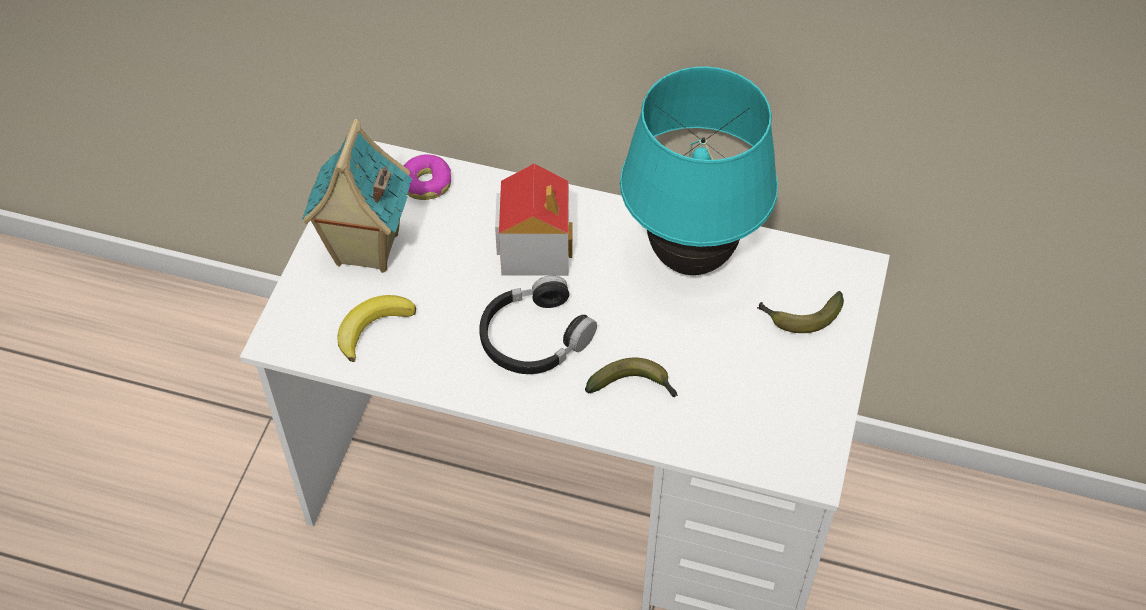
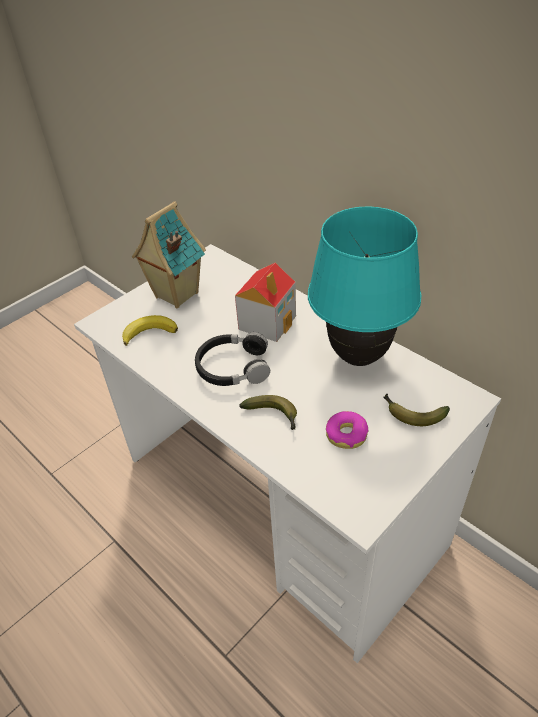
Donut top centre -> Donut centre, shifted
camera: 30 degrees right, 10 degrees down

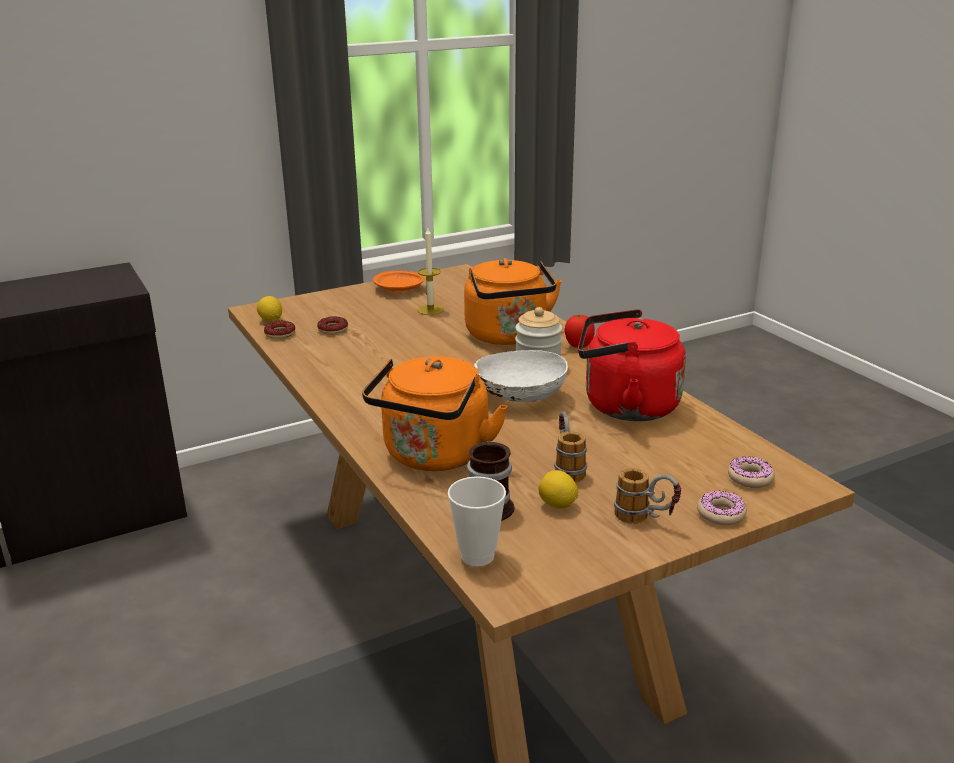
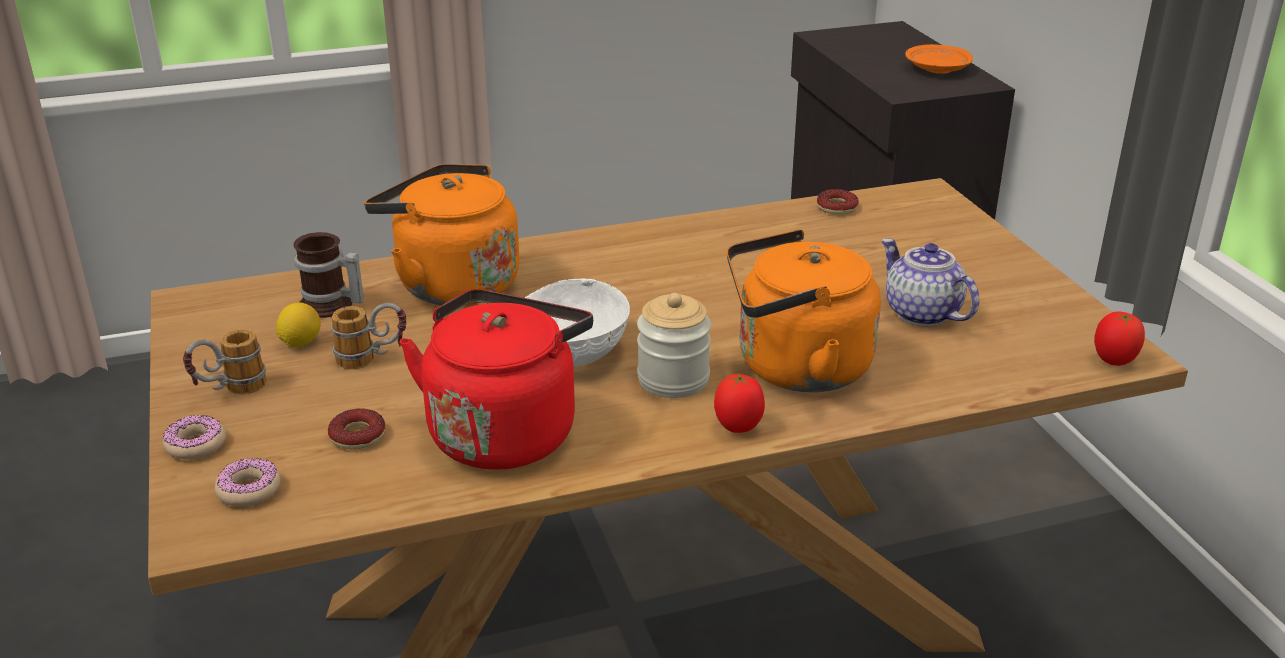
Donut (no. 2 from left in the first image) centre -> Donut (no. 3 from left) middle left, shifted
Kerze centre -> Teekanne middle right
Teller [orange] centre -> Teller [orange] top right, shifted
none -> Tomate (no. 2 from left) middle right
Zitrone (no. 1 from left) middle left -> none
Tasse bottom centre -> none
camera: 100 degrees right, 5 degrees up

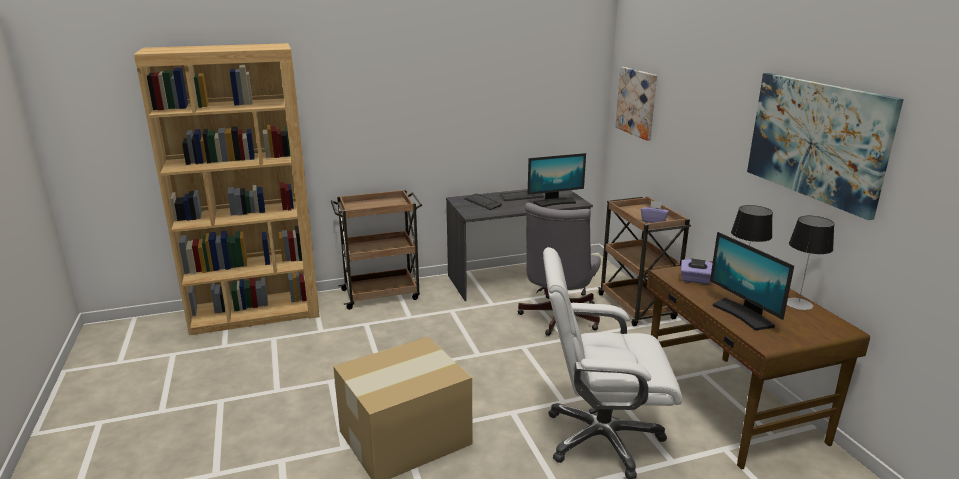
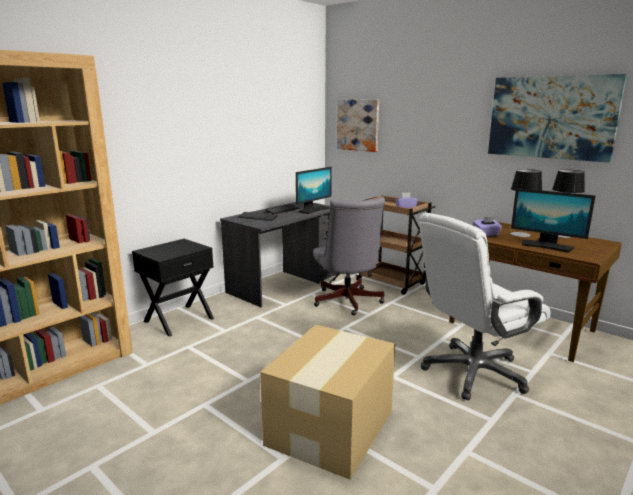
Rollwagen [braun] (no. 1 from left) centre -> Nachttisch [schwarz] middle left
camera: 30 degrees left, 5 degrees down

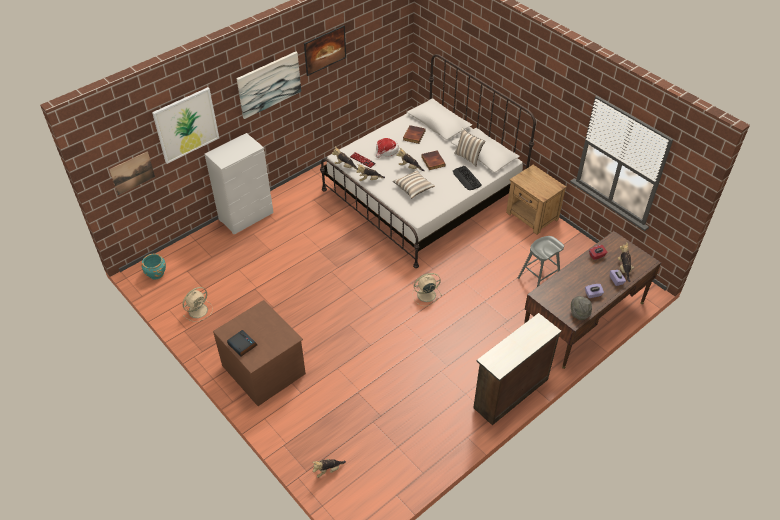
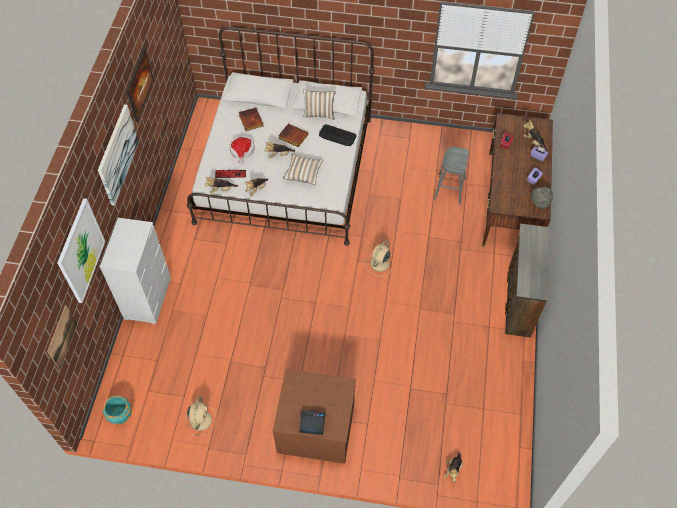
Nachttisch [braun] middle right -> none
camera: 40 degrees left, 10 degrees up

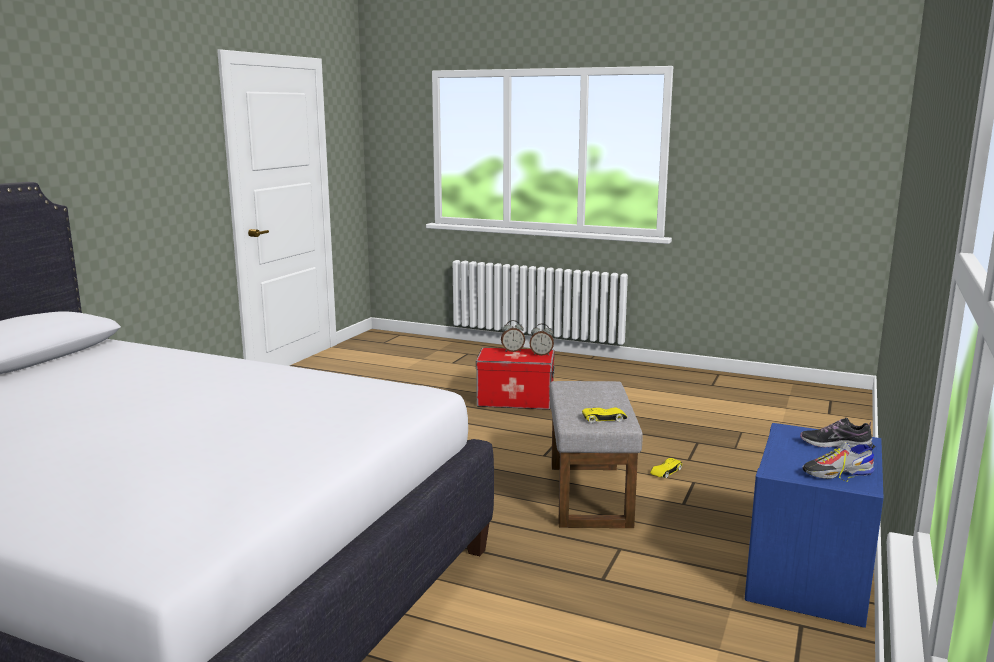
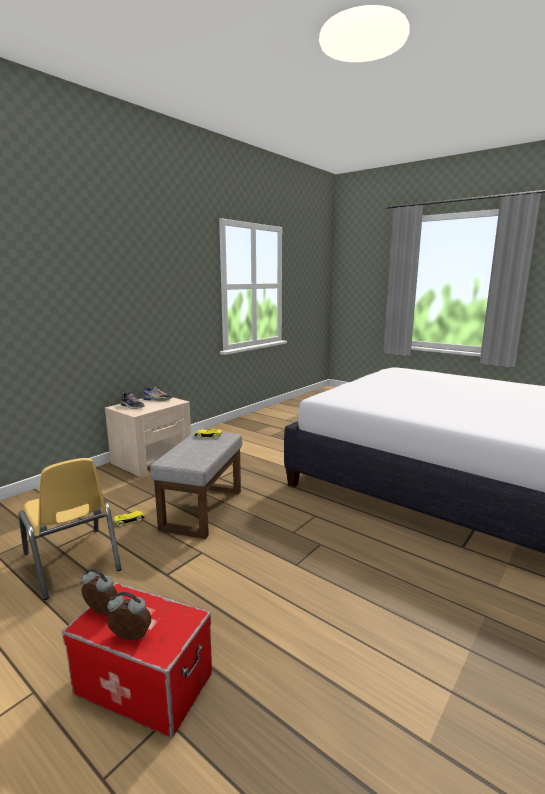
none -> Stuhl [gelb] middle left
Nachttisch [blau] bottom right -> Nachttisch [beige] middle left
camera: 165 degrees left, 0 degrees up

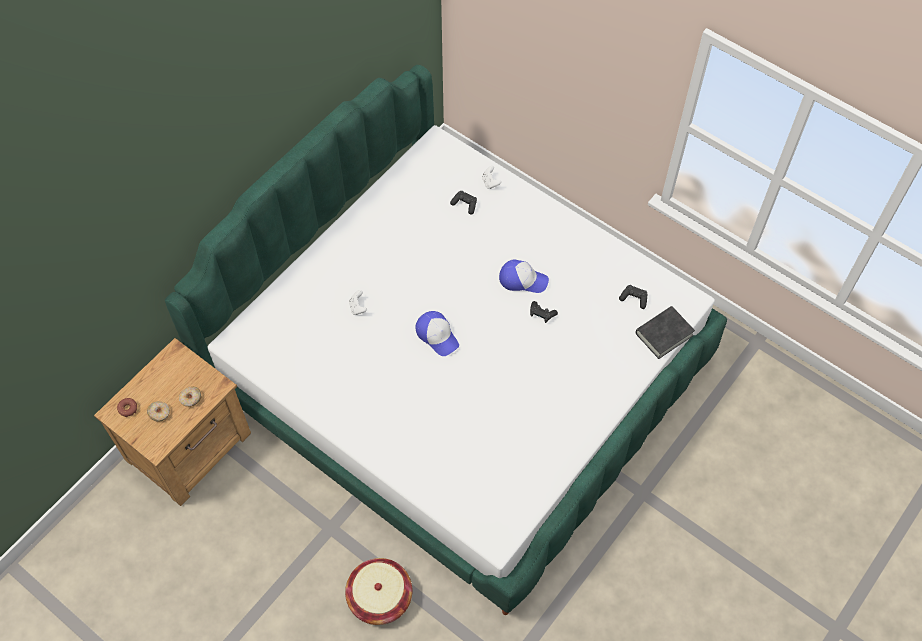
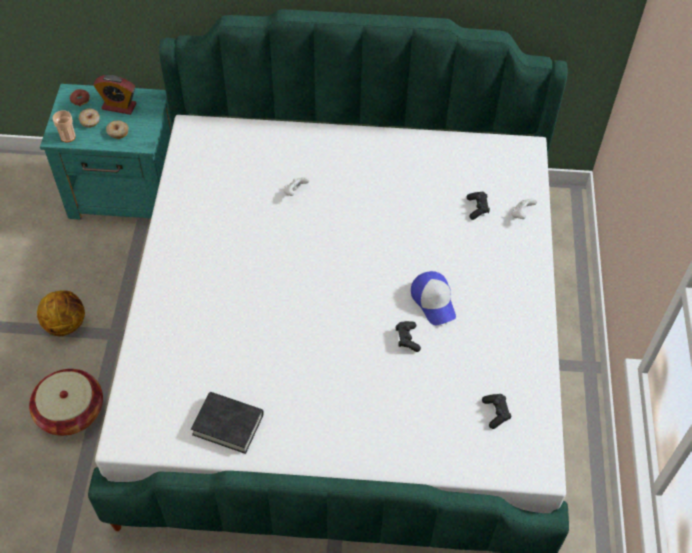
none -> Basketball middle left
Nachttisch [braun] middle left -> Nachttisch [türkis] top left
none -> Tasse top left
none -> Wecker top left
Buch [schwarz] middle right -> Buch [schwarz] bottom left, shifted
Kappe (no. 1 from left) centre -> none
camera: 55 degrees right, 5 degrees down

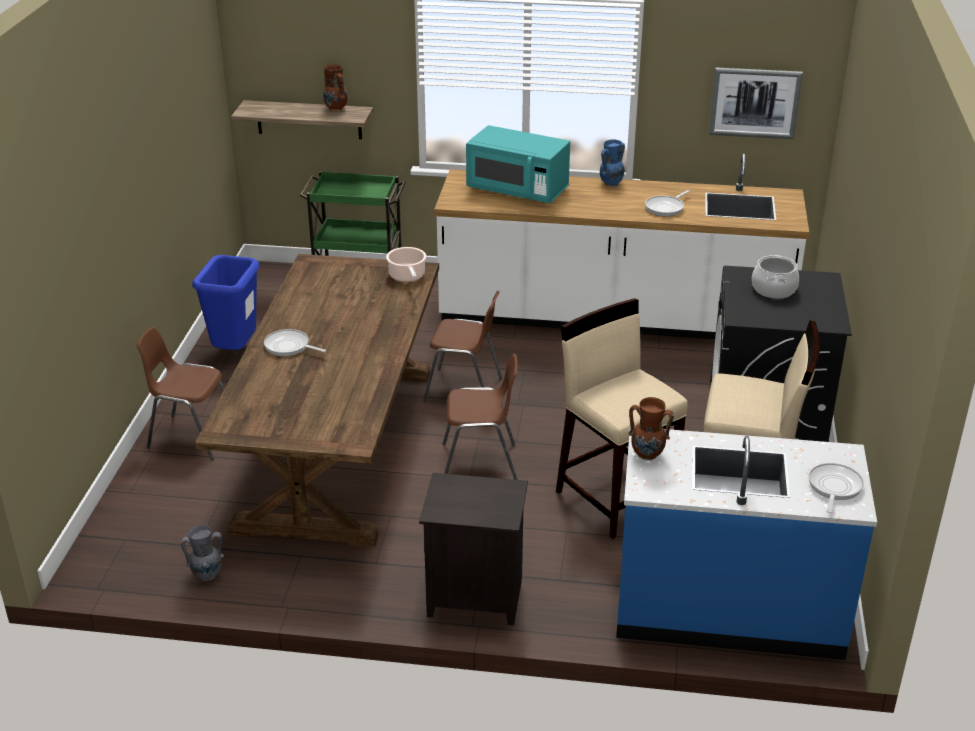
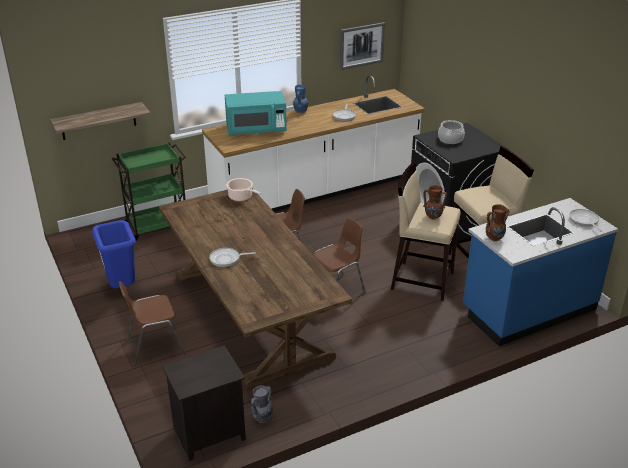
Nachttisch [schwarz] bottom centre -> Nachttisch [schwarz] bottom left, shifted
Vase [braun] (no. 1 from left) top centre -> Vase [braun] (no. 1 from left) middle right, shifted
camera: 35 degrees left, 0 degrees up

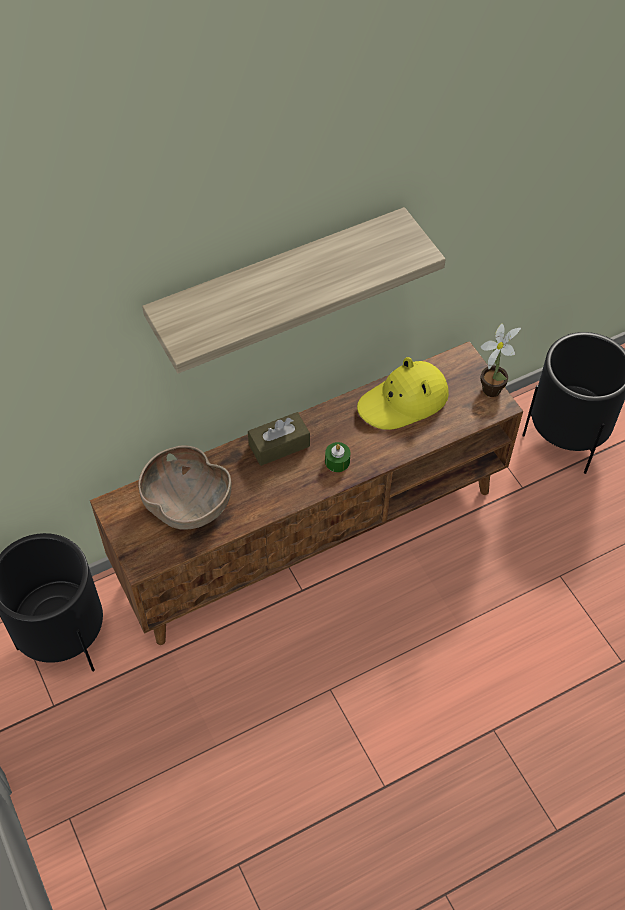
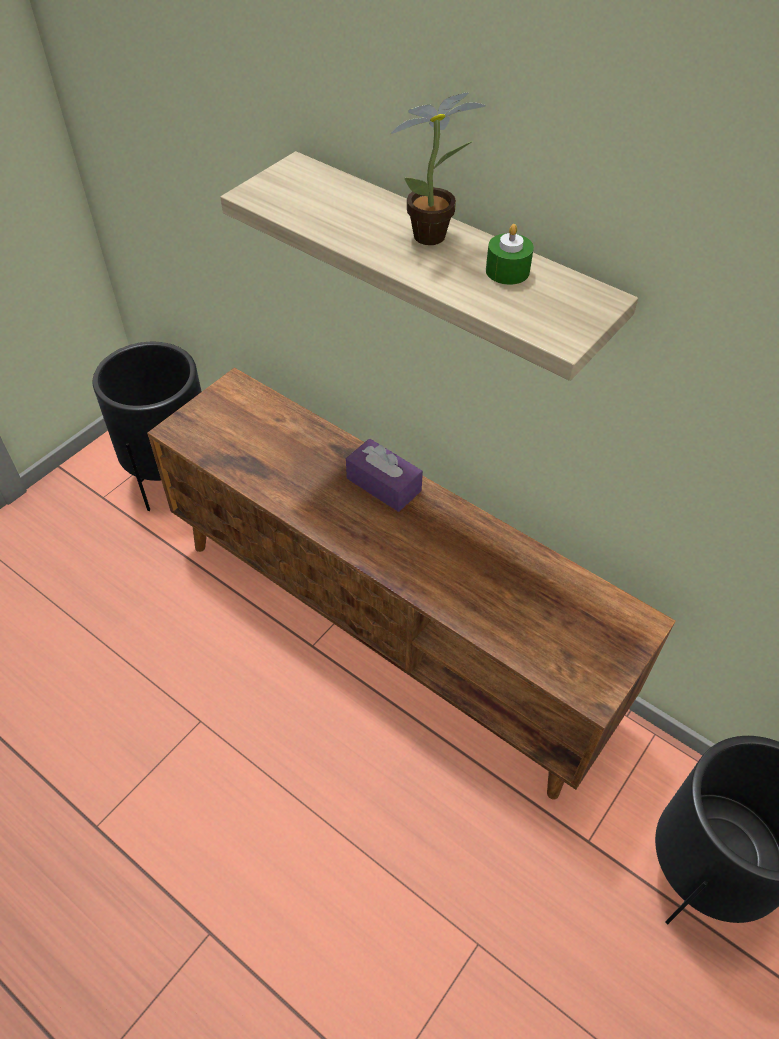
Taschentuchbox [braun] centre -> Taschentuchbox [lila] centre
Topfpflanze middle right -> Topfpflanze top centre, shifted
Kerze [grün] centre -> Kerze [grün] top centre, shifted
Schüssel [braun] middle left -> none
Hut [gelb] centre -> none
camera: 65 degrees right, 5 degrees down

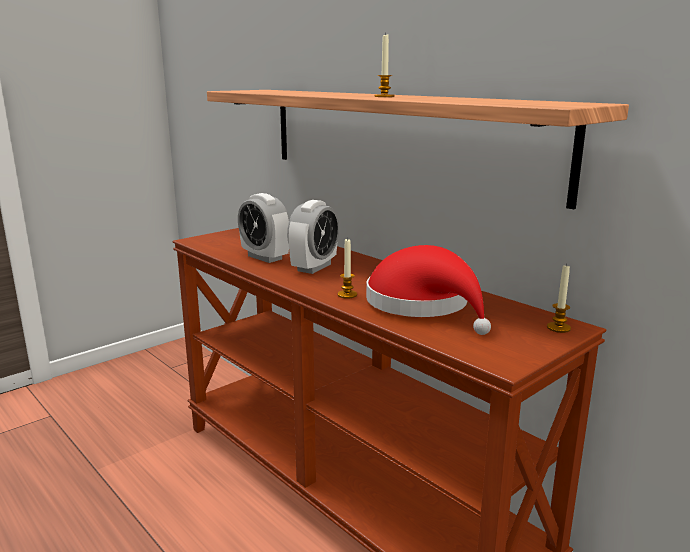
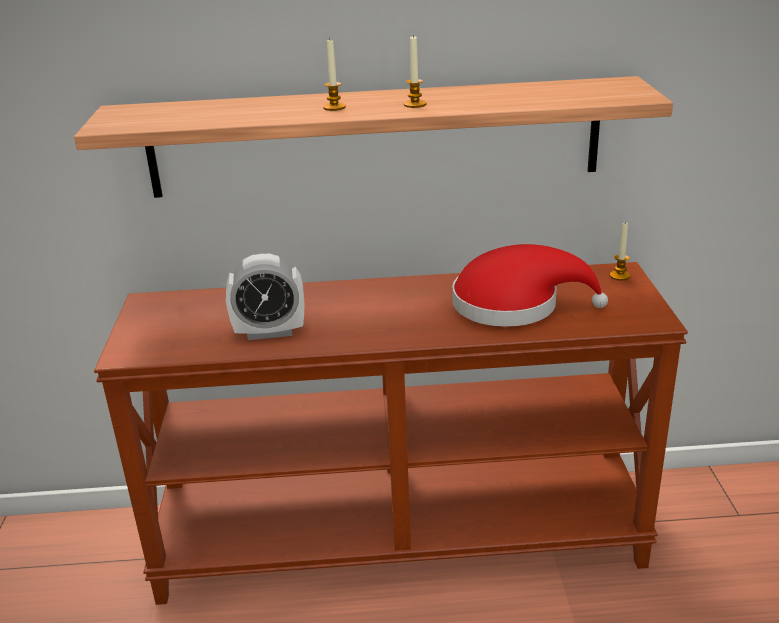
Kerze (no. 1 from left) centre -> Kerze (no. 1 from left) top centre, shifted
Wecker (no. 2 from left) centre -> none
camera: 50 degrees left, 10 degrees up

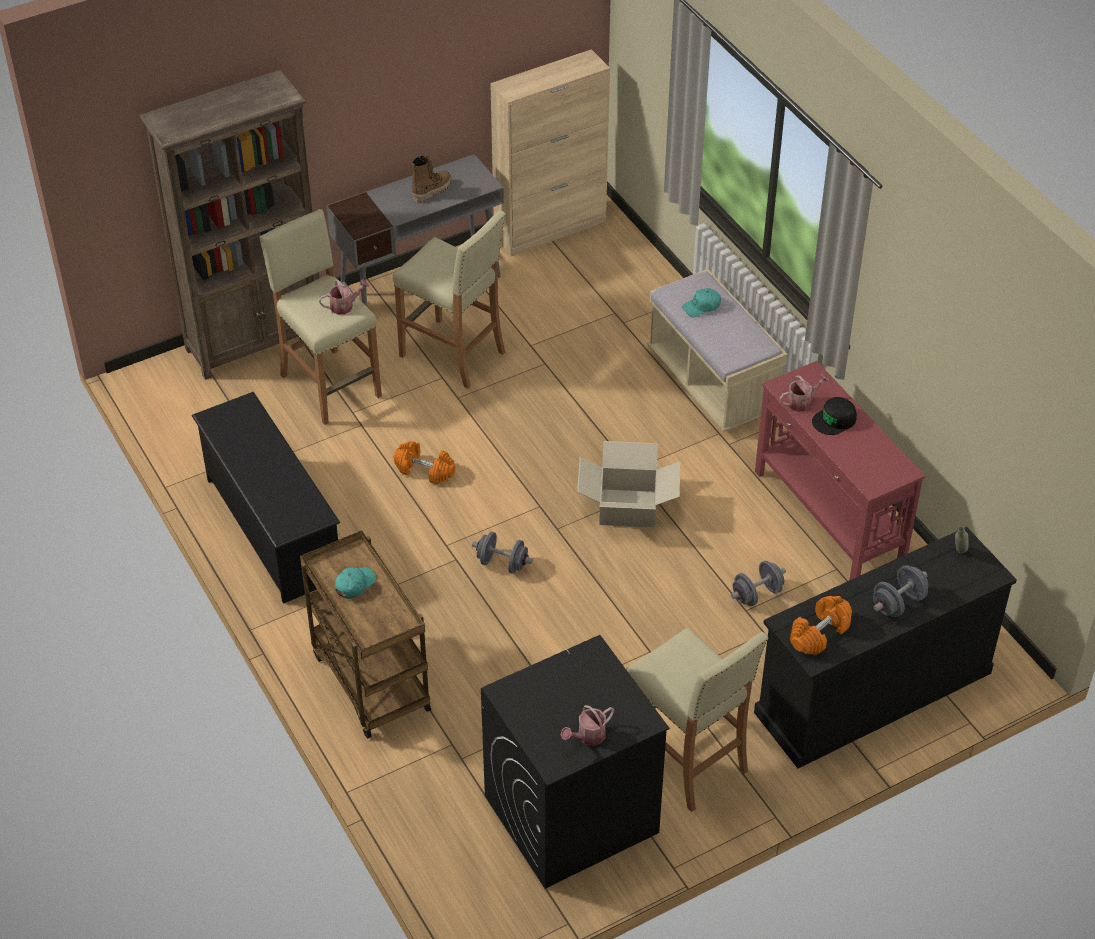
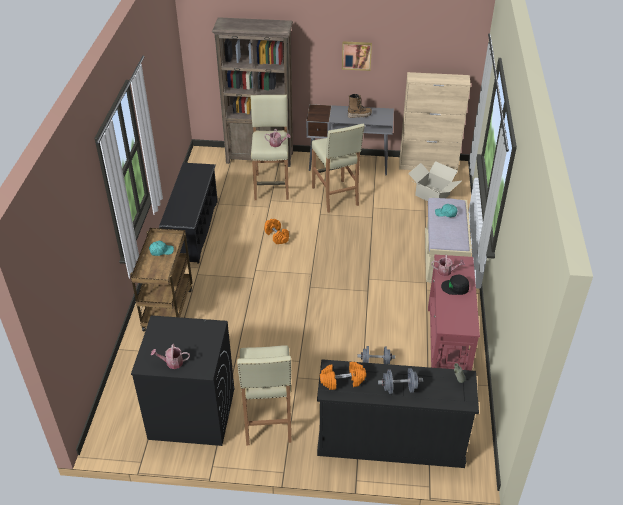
none -> Bild top centre
Karton centre -> Karton middle right, shifted
Hantel [grau] (no. 1 from left) centre -> none
camera: 35 degrees right, 5 degrees down

